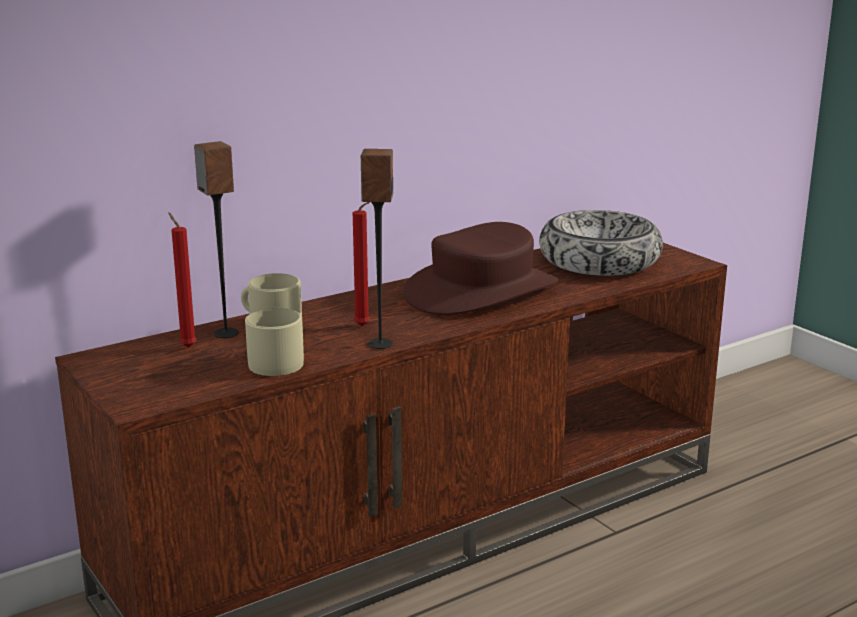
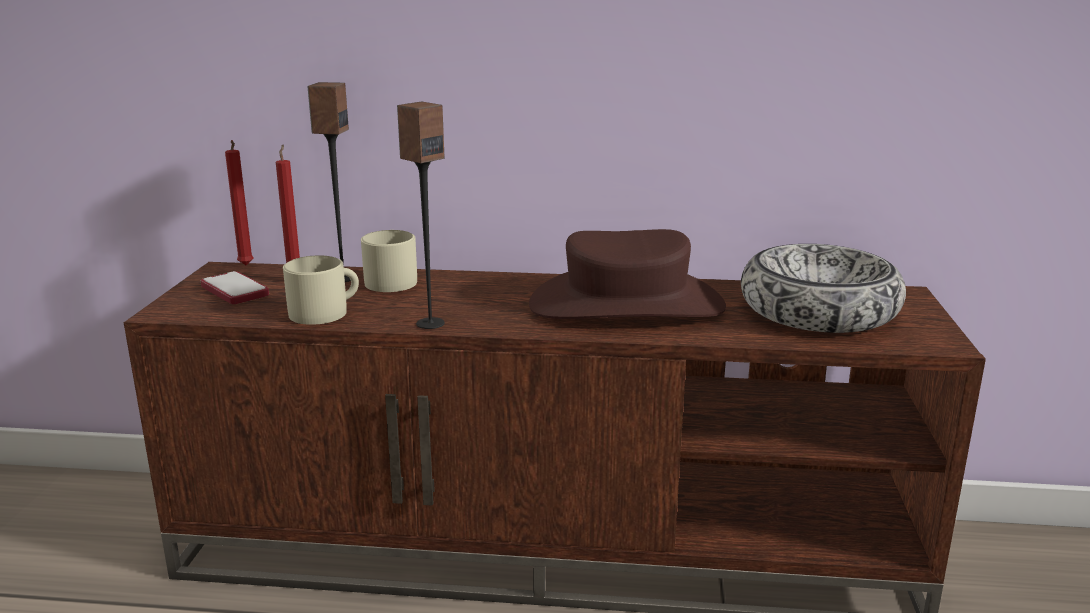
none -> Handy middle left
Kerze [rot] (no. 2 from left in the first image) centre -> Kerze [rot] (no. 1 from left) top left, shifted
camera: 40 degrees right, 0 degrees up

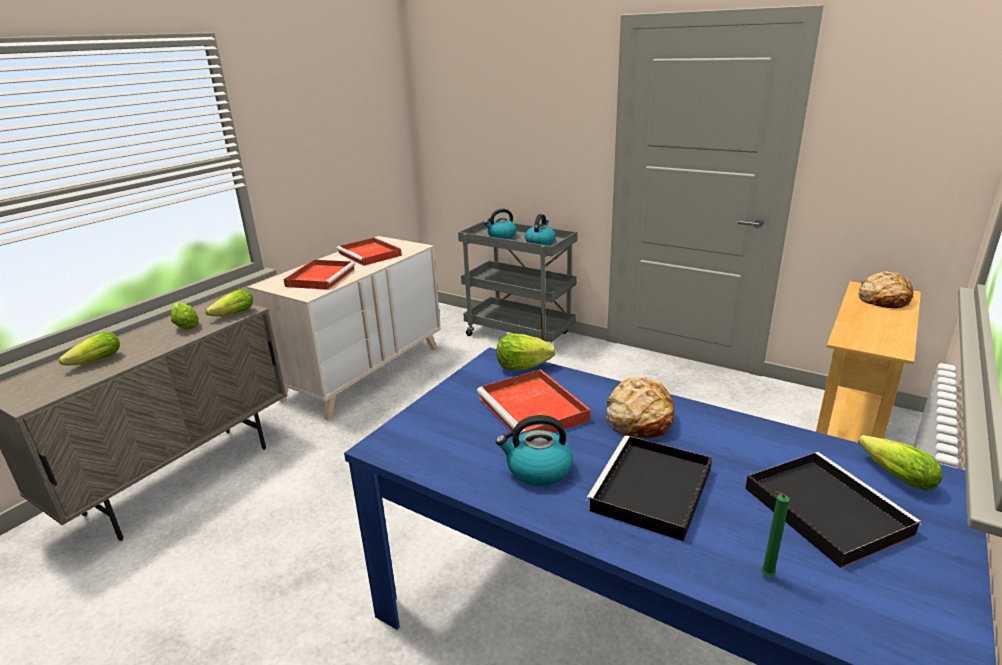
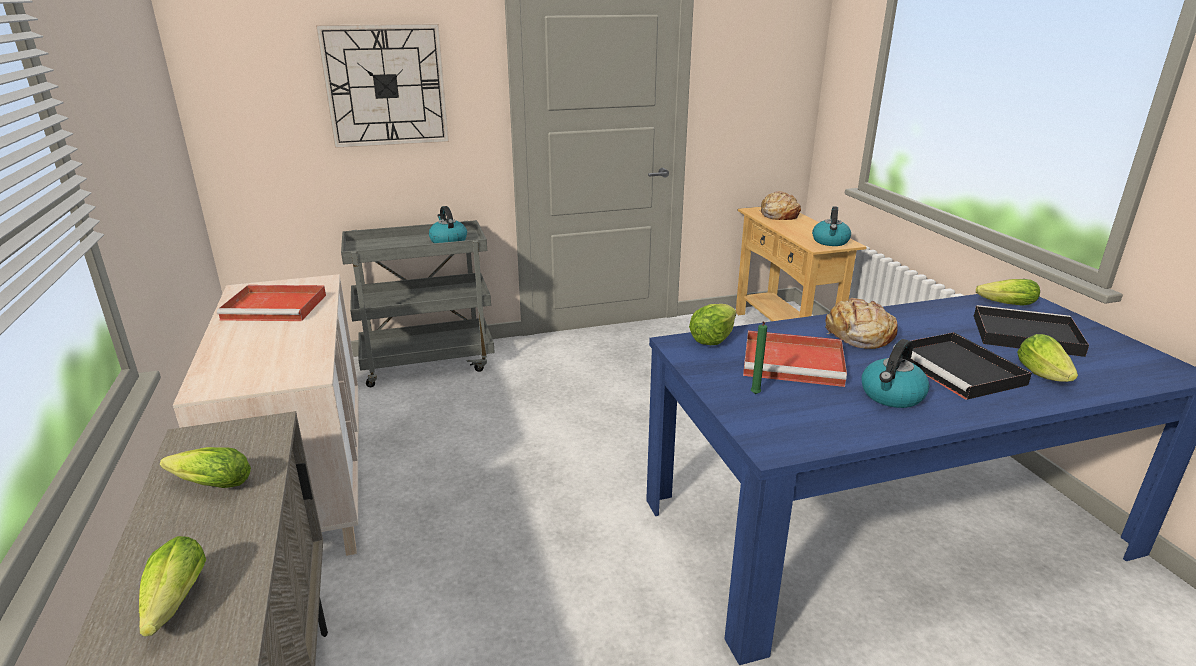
none -> Wanduhr top left
Kerze [grün] bottom right -> Kerze [grün] centre, shifted
Wasserkessel (no. 1 from left in the first image) centre -> Wasserkessel (no. 2 from left) middle right, shifted
Salatkopf (no. 3 from left in the first image) middle left -> Salatkopf (no. 5 from left) middle right, shifted
Tablett [rot] (no. 1 from left) middle left -> none
camera: 50 degrees left, 0 degrees up

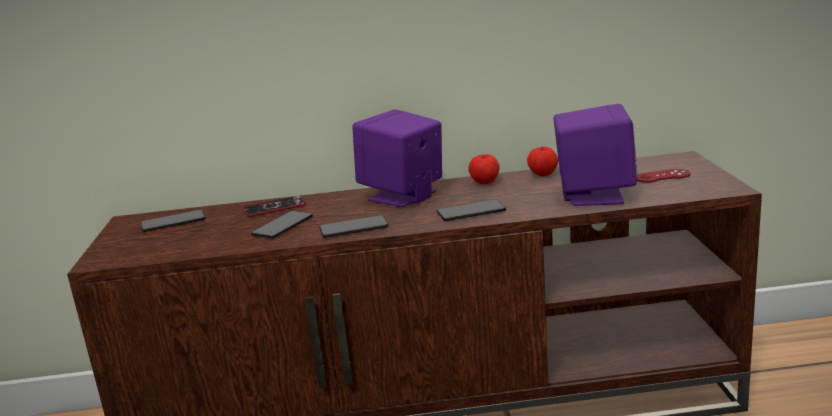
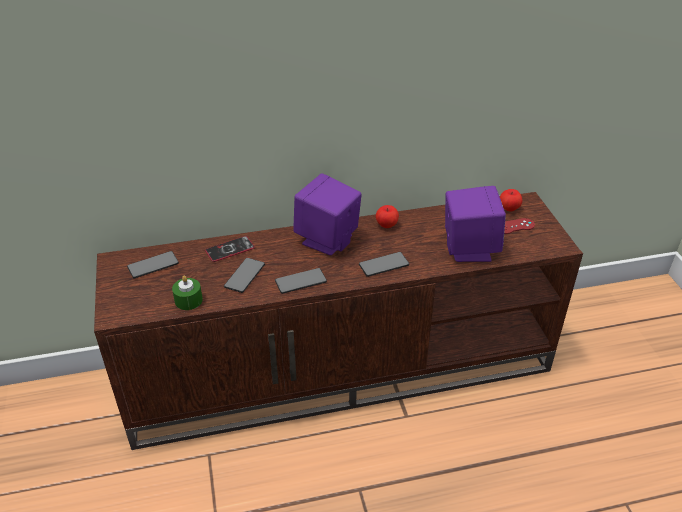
none -> Kerze [grün] middle left
Apfel (no. 2 from left) centre -> Apfel (no. 2 from left) middle right, shifted
camera: 10 degrees left, 20 degrees up

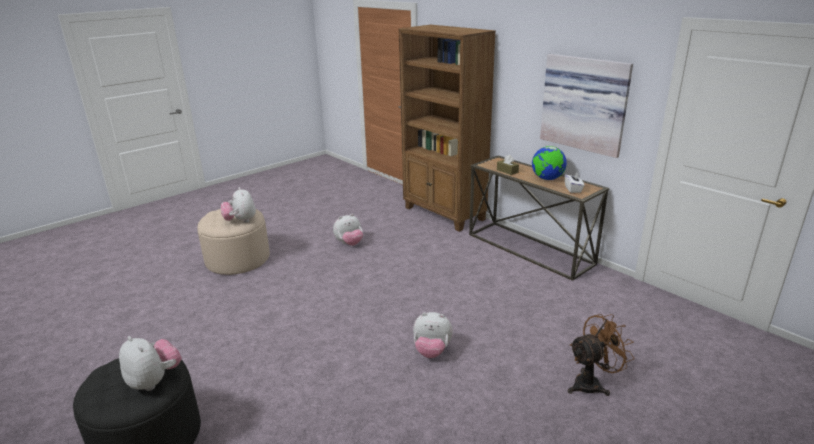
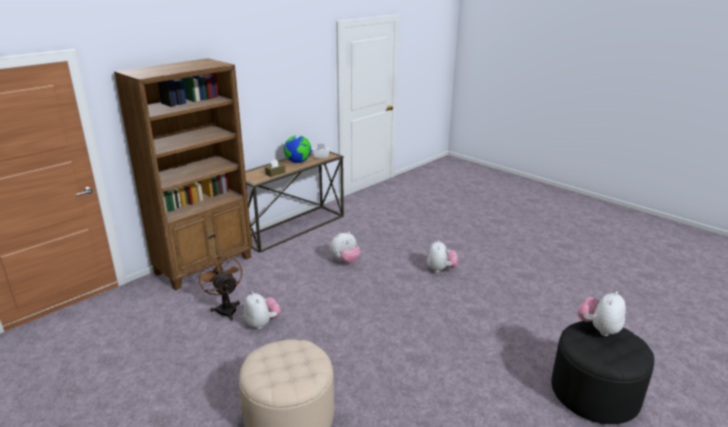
Ventilator [braun] bottom right -> Ventilator [braun] bottom left, shifted
Plüschtier (no. 2 from left) middle left -> Plüschtier (no. 2 from left) centre, shifted
Bild top right -> none
camera: 95 degrees left, 0 degrees up

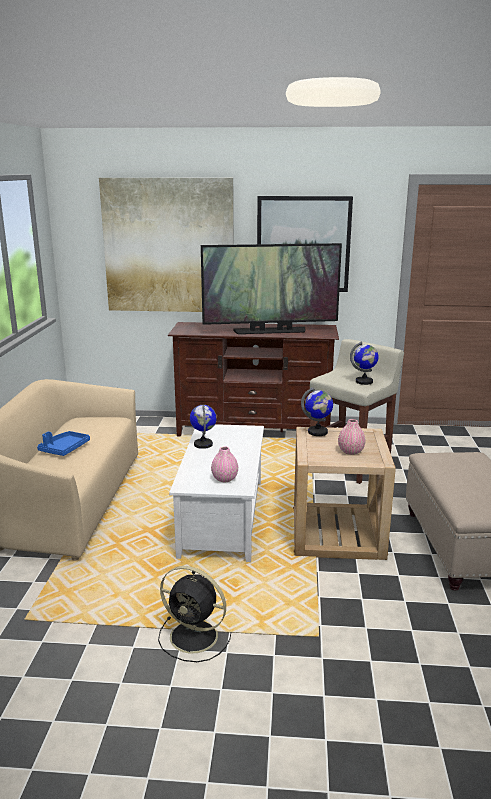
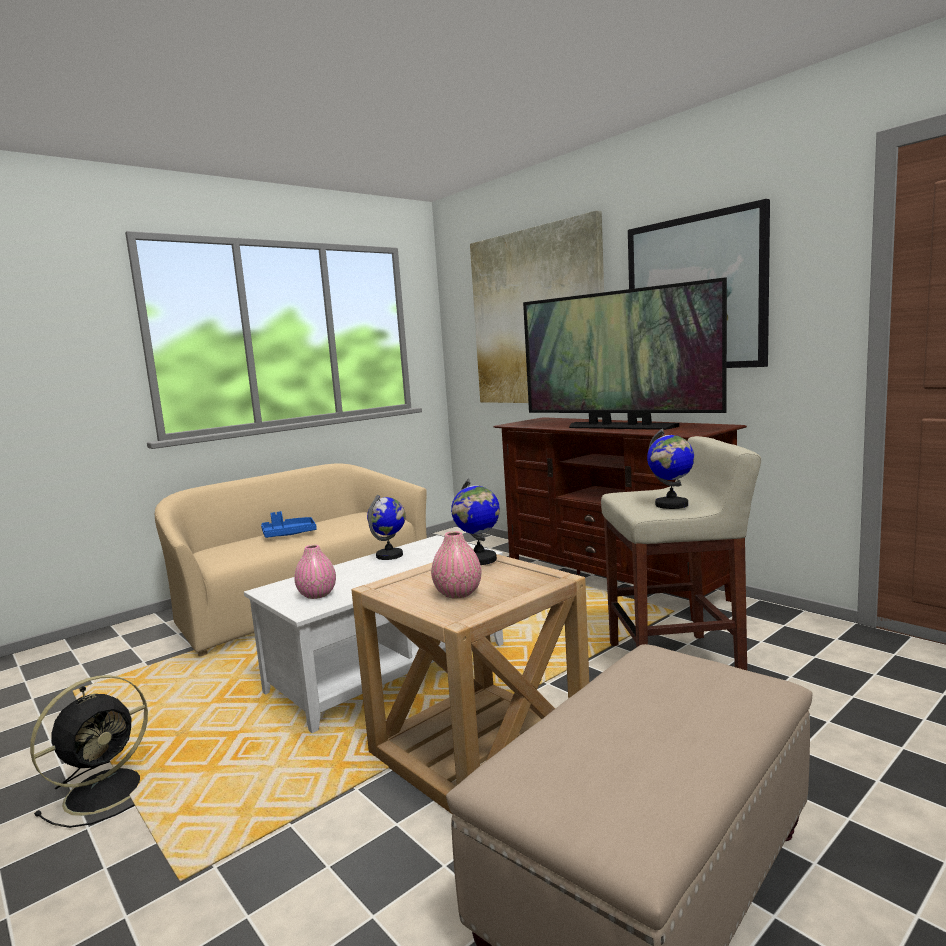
Ventilator [schwarz] bottom centre -> Ventilator [schwarz] bottom left, 120 degrees counterclockwise
camera: 45 degrees right, 10 degrees down

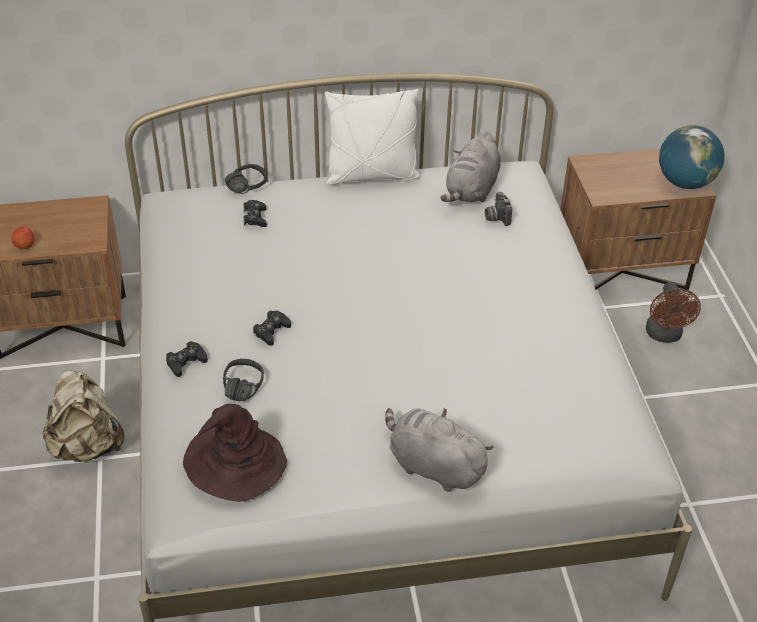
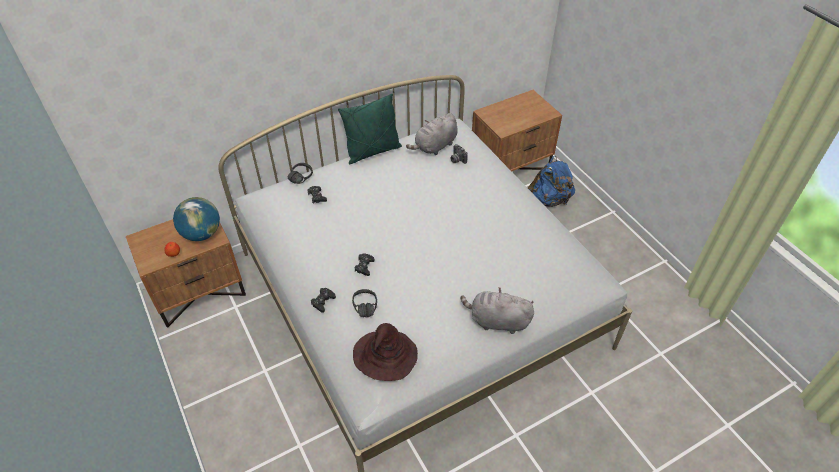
Globus top right -> Globus middle left, shifted
Kissen [weiß] top centre -> Kissen [grün] top centre
Plüschtier [grau] (no. 2 from left in the first image) top centre -> Plüschtier [grau] (no. 1 from left) top centre, 45 degrees clockwise
Ventilator [braun] middle right -> Rucksack [blau] centre
Rucksack [beige] bottom left -> none
camera: 20 degrees left, 5 degrees up

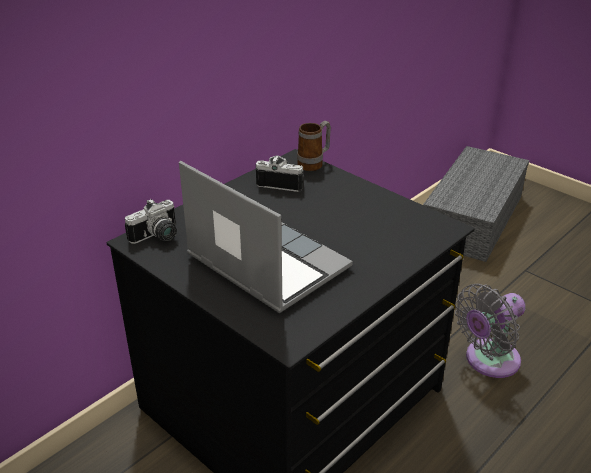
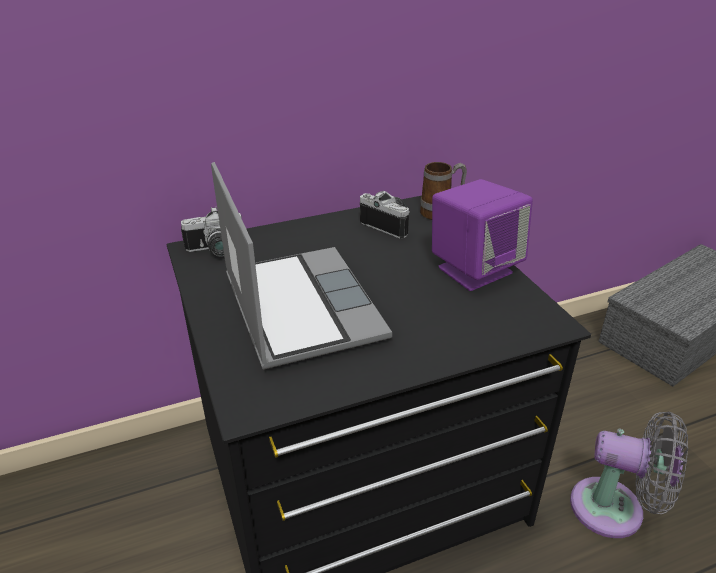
none -> Lautsprecher [lila] middle right
Ventilator [grau] bottom right, 150 degrees counterclockwise
camera: 25 degrees right, 0 degrees up

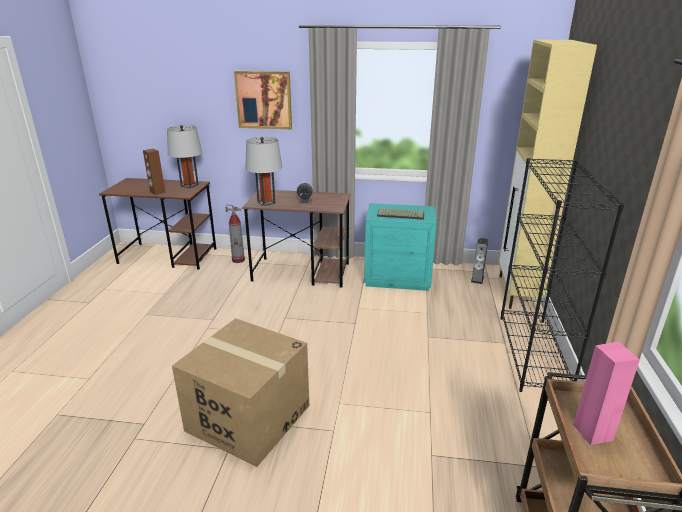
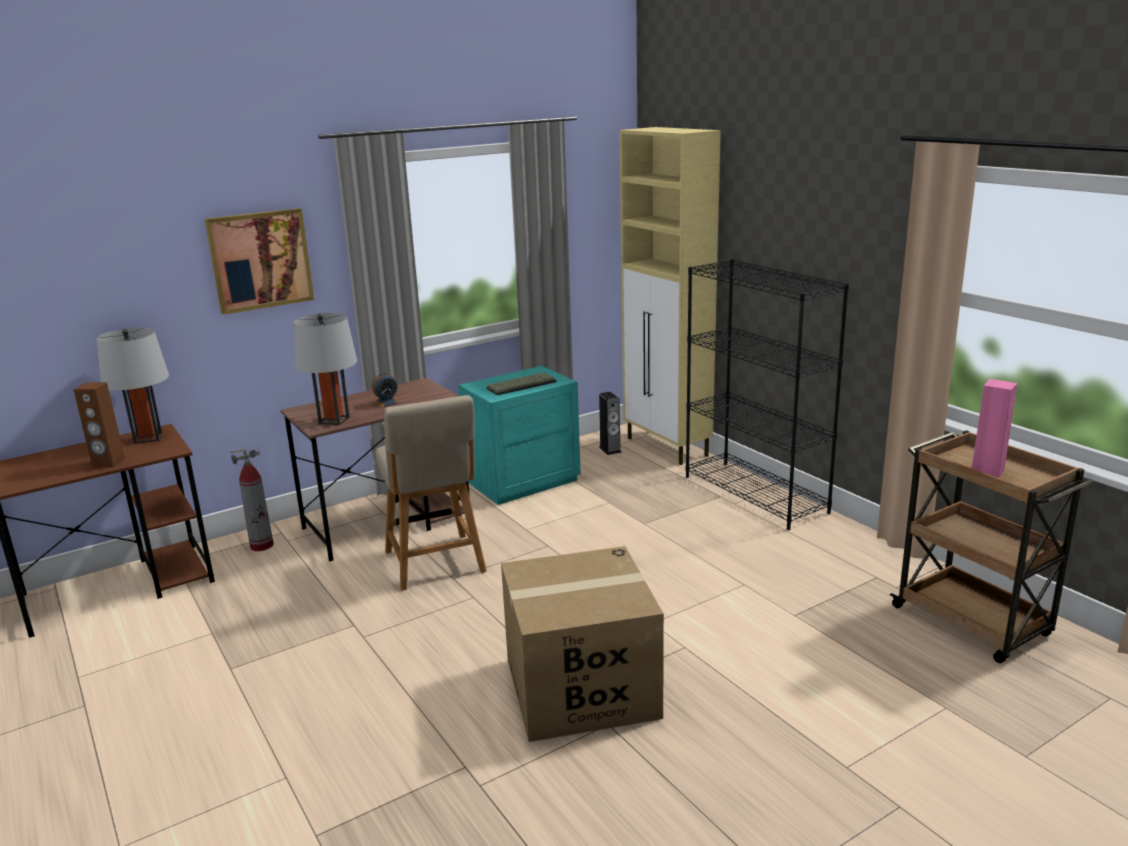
none -> Stuhl [beige] centre
camera: 40 degrees left, 5 degrees down

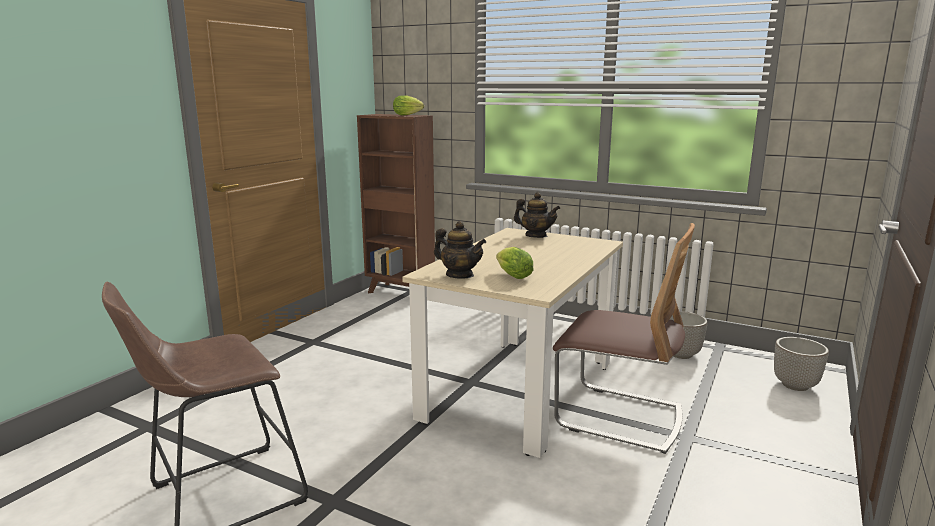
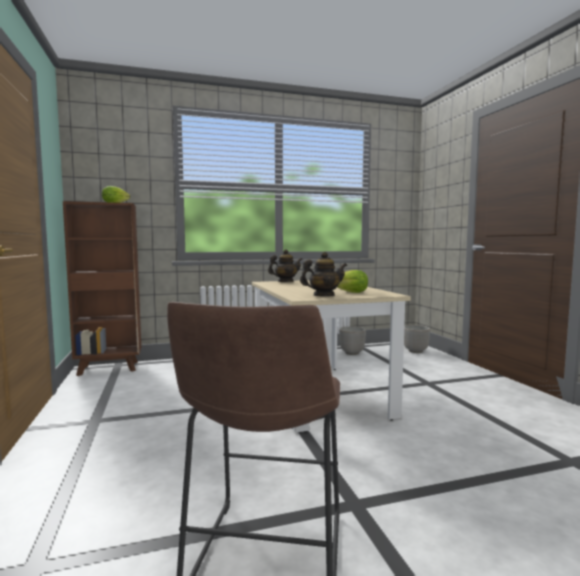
Stuhl middle right -> none
camera: 45 degrees left, 10 degrees down

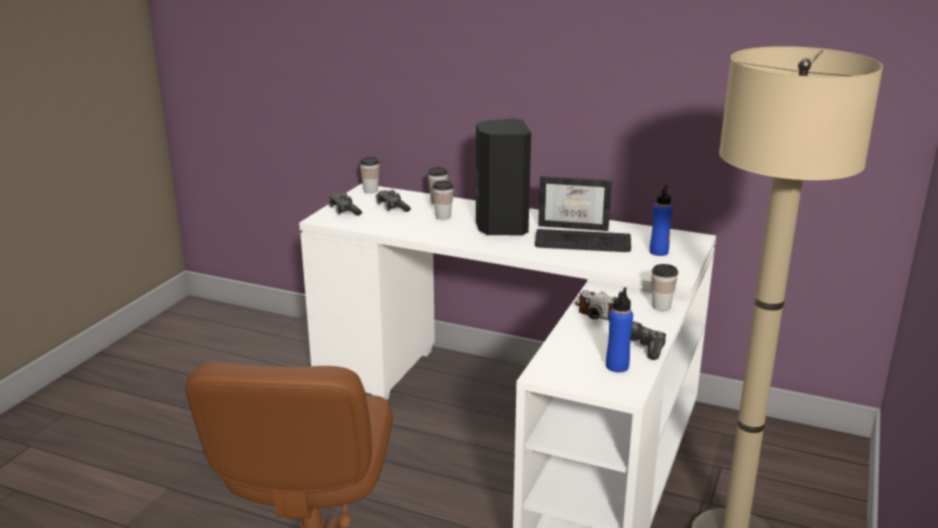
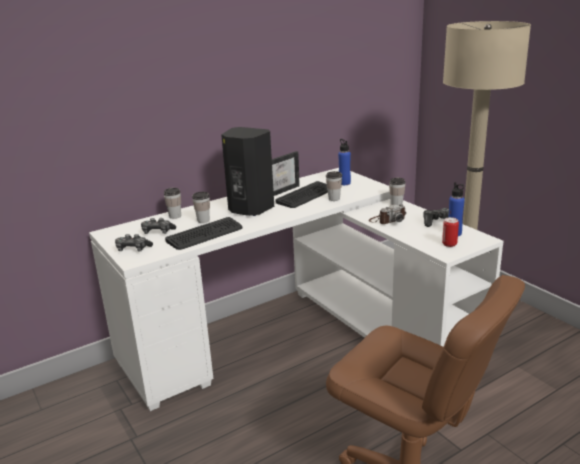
none -> Tastatur (no. 1 from left) centre
Tasse (no. 1 from left in the first image) top centre -> Tasse (no. 3 from left) centre, shifted
none -> Dose middle right
camera: 55 degrees left, 0 degrees up

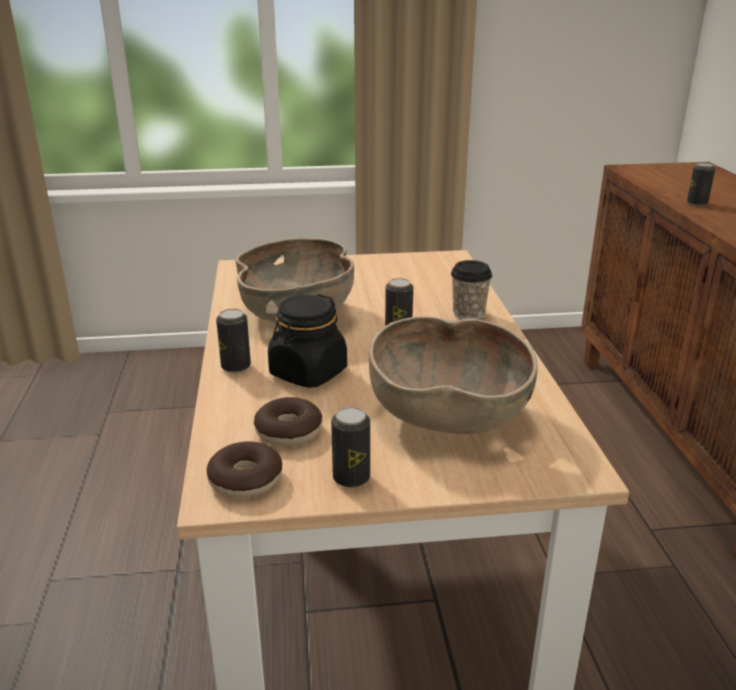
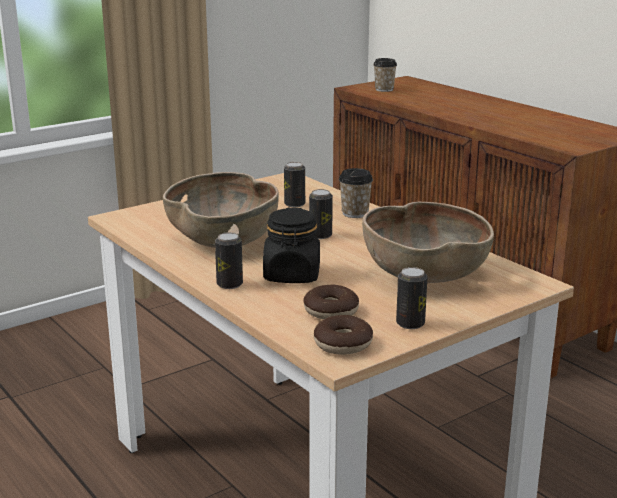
Dose (no. 4 from left in the first image) top right -> Dose (no. 2 from left) centre, shifted
none -> Tasse (no. 2 from left) top centre
camera: 30 degrees left, 5 degrees down

